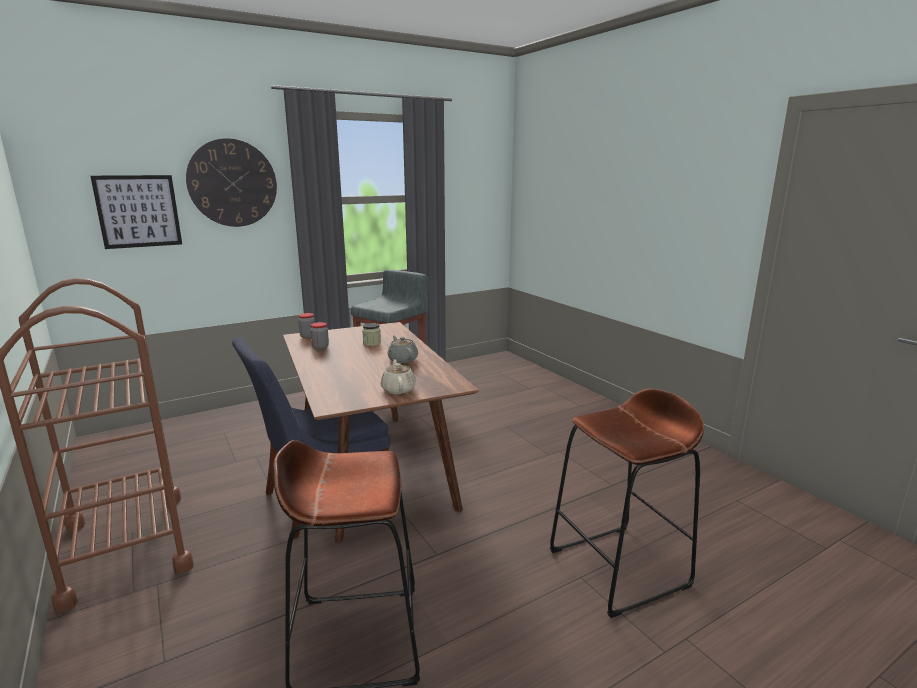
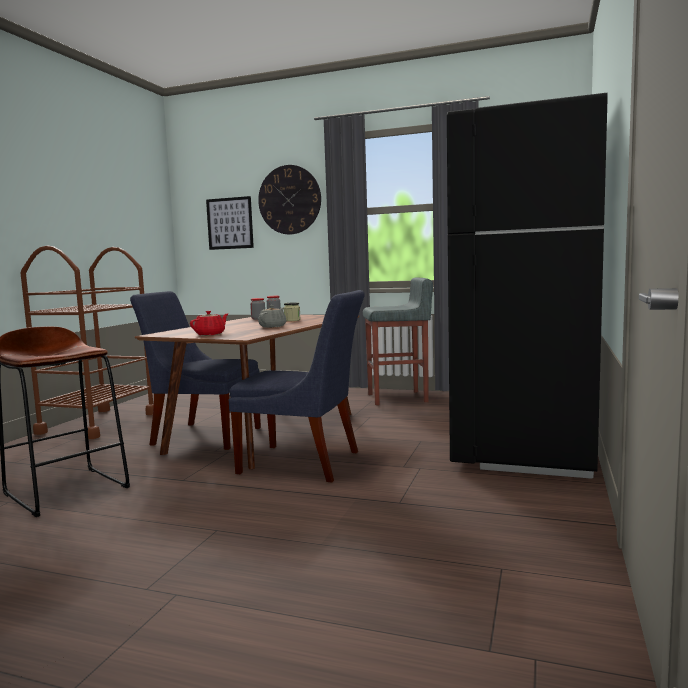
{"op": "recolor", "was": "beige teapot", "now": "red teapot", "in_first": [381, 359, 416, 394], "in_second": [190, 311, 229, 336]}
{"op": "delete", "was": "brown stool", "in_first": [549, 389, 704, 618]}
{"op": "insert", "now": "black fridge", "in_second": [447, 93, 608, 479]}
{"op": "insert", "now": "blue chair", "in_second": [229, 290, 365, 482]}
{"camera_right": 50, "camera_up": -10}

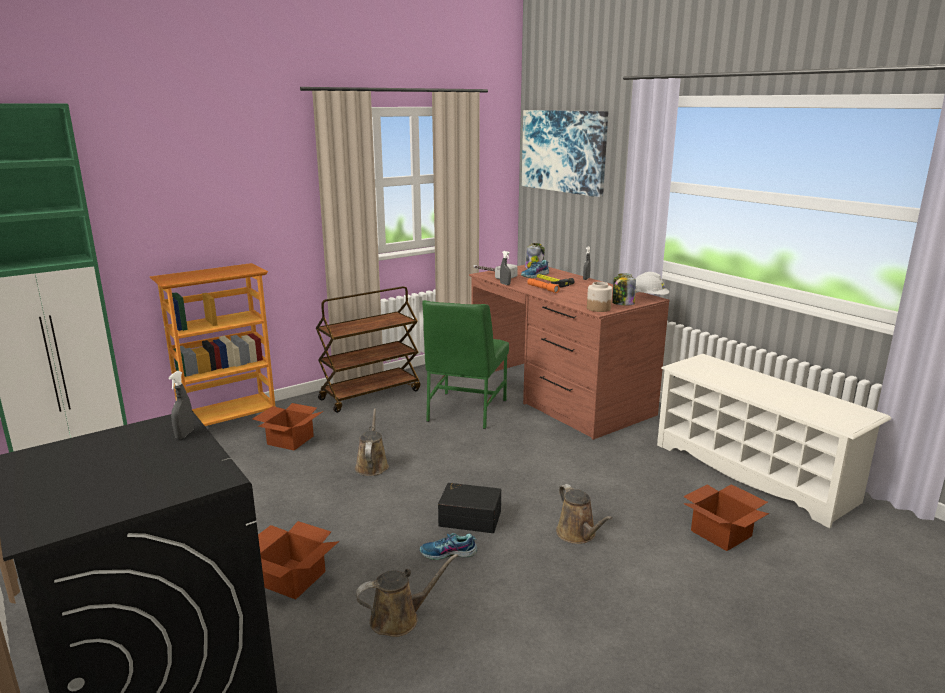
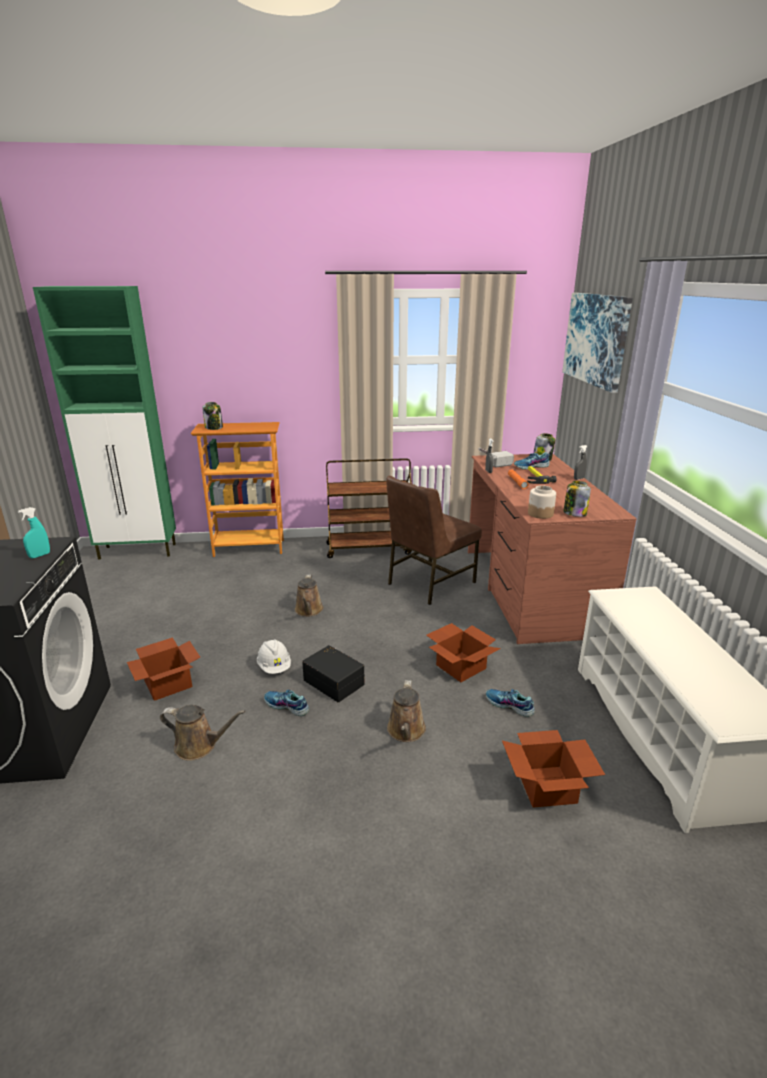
{"op": "move", "was": "white hard hat", "in_first": [635, 272, 669, 295], "in_second": [257, 639, 291, 674]}
{"op": "recolor", "was": "green chair", "now": "brown chair", "in_first": [422, 300, 509, 429], "in_second": [386, 476, 482, 605]}
{"op": "recolor", "was": "grey spray bottle", "now": "turquoise spray bottle", "in_first": [168, 371, 194, 439], "in_second": [18, 507, 50, 559]}
{"op": "move", "was": "cardboard box", "in_first": [252, 403, 324, 450], "in_second": [426, 623, 501, 682]}
{"op": "rotate", "was": "brown watering can", "in_first": [355, 408, 389, 476], "in_second": [295, 575, 324, 617], "clockwise": 150}
{"op": "insert", "now": "jar", "in_second": [202, 402, 223, 430]}
{"op": "insert", "now": "shoe", "in_second": [486, 689, 535, 717]}
{"camera_right": 30, "camera_up": 5}

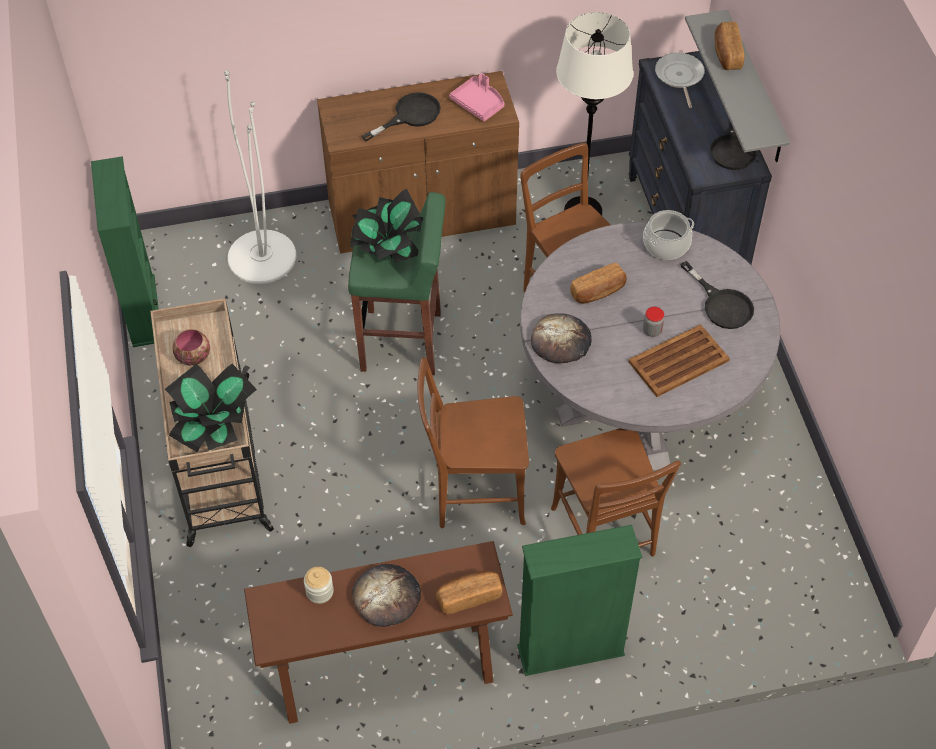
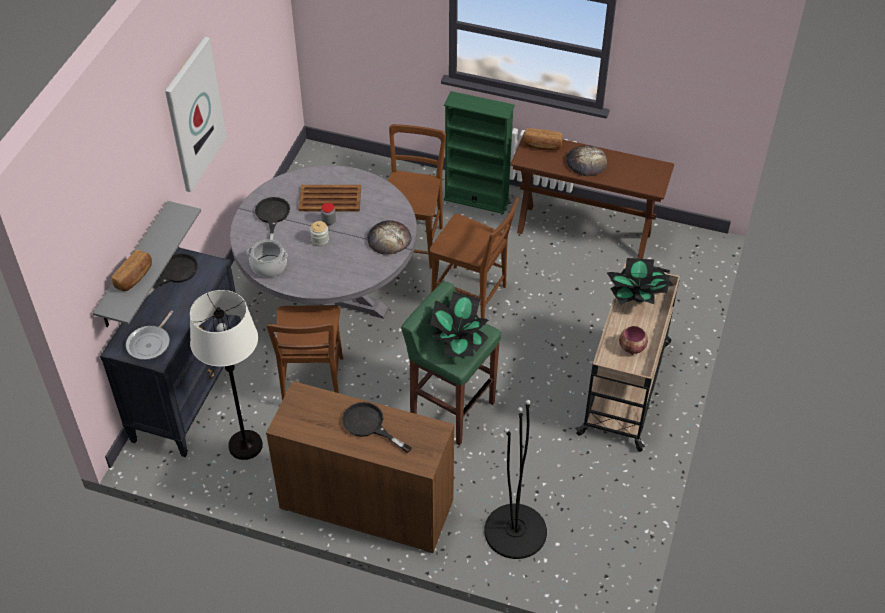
{"op": "recolor", "was": "white floor lamp", "now": "black floor lamp", "in_first": [224, 70, 297, 284], "in_second": [484, 400, 547, 559]}
{"op": "delete", "was": "pink tray", "in_first": [449, 73, 505, 121]}
{"op": "rotate", "was": "black frying pan", "in_first": [362, 92, 441, 142], "in_second": [342, 402, 412, 453], "clockwise": 45}
{"op": "delete", "was": "green bookcase", "in_first": [91, 156, 159, 347]}
{"op": "delete", "was": "bread", "in_first": [570, 263, 627, 304]}
{"op": "move", "was": "jar", "in_first": [304, 567, 334, 604], "in_second": [310, 221, 329, 246]}
{"op": "insert", "now": "picture", "in_second": [165, 37, 227, 192]}
{"camera_right": -150, "camera_up": -5}

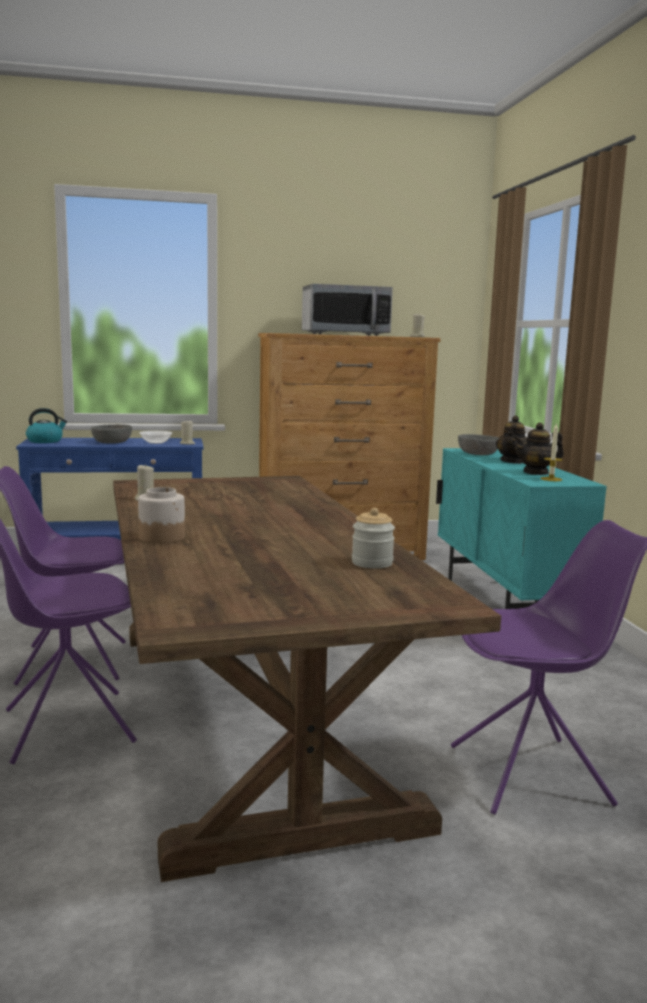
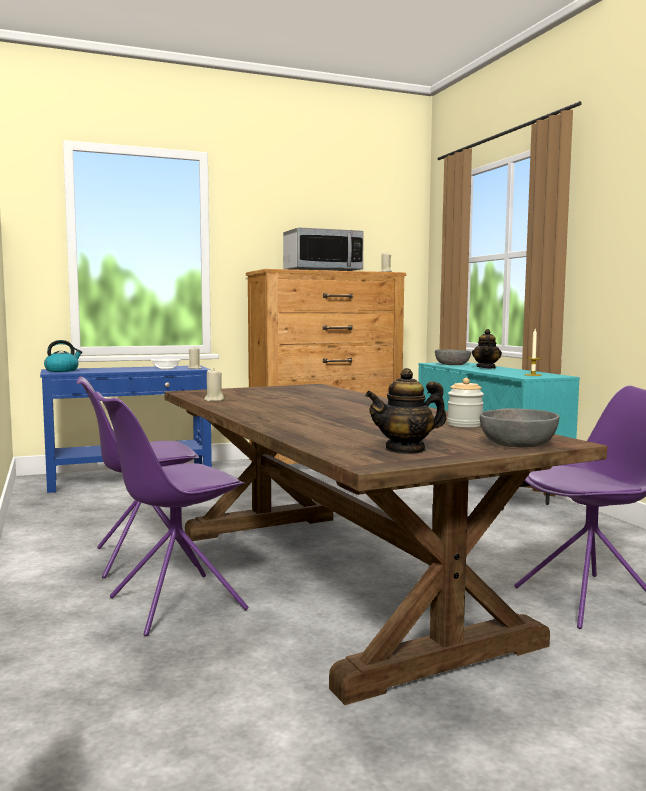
{"op": "move", "was": "teapot", "in_first": [513, 422, 564, 475], "in_second": [365, 368, 447, 454]}
{"op": "move", "was": "grey bowl", "in_first": [91, 424, 132, 444], "in_second": [480, 408, 560, 448]}
{"op": "delete", "was": "jar", "in_first": [138, 487, 185, 544]}
{"camera_right": -10, "camera_up": -5}

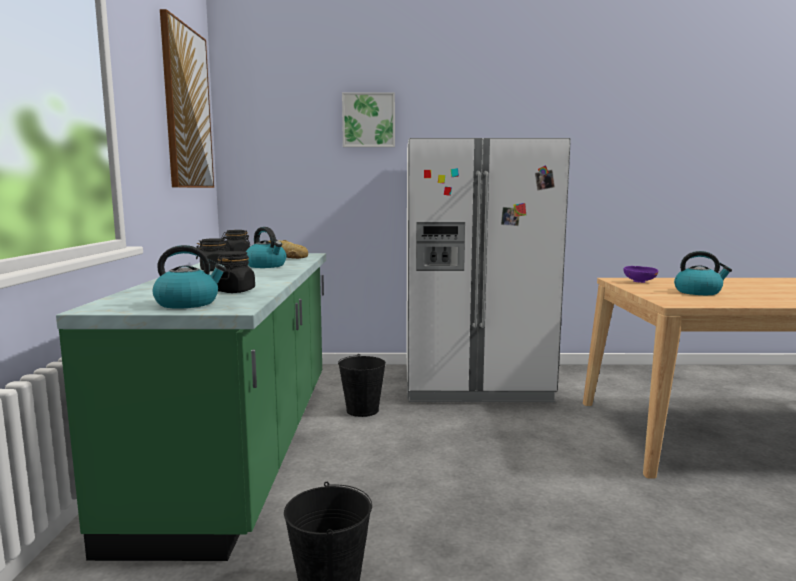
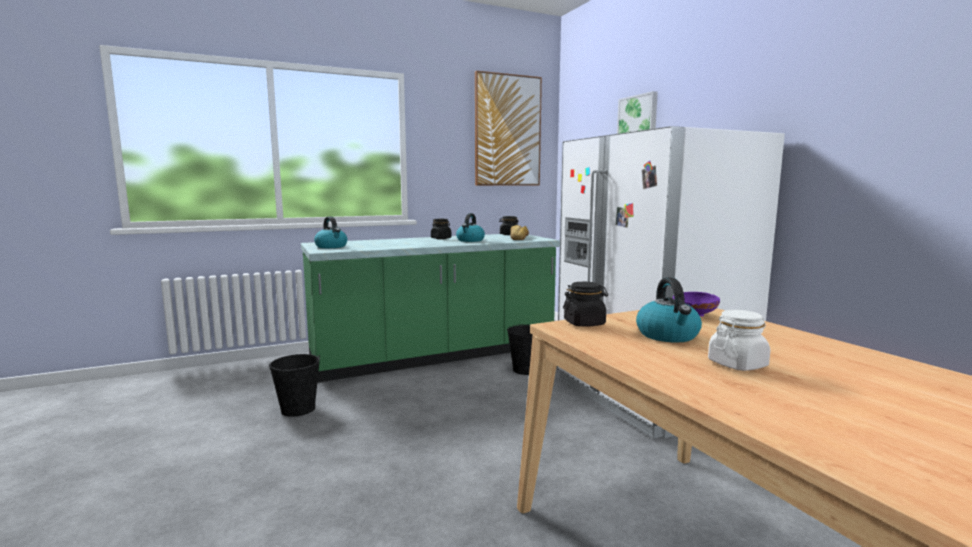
{"op": "move", "was": "black jar", "in_first": [217, 251, 255, 293], "in_second": [563, 282, 608, 327]}
{"op": "insert", "now": "white jar", "in_second": [708, 310, 771, 371]}
{"camera_right": 65, "camera_up": 0}

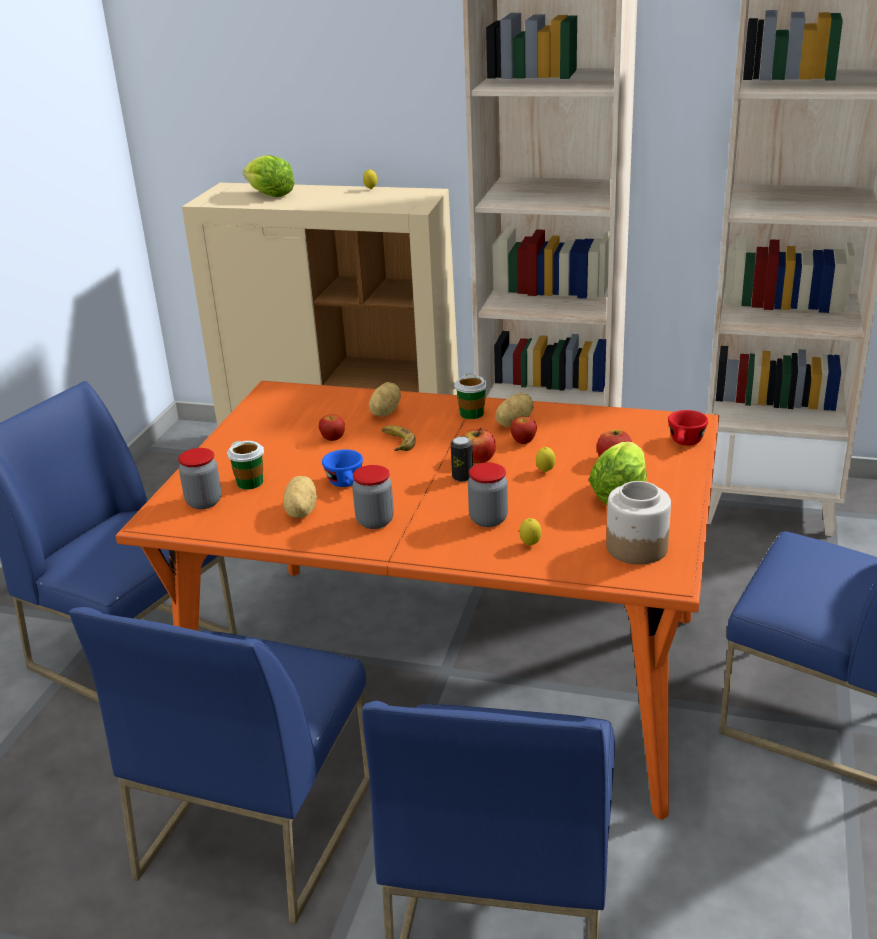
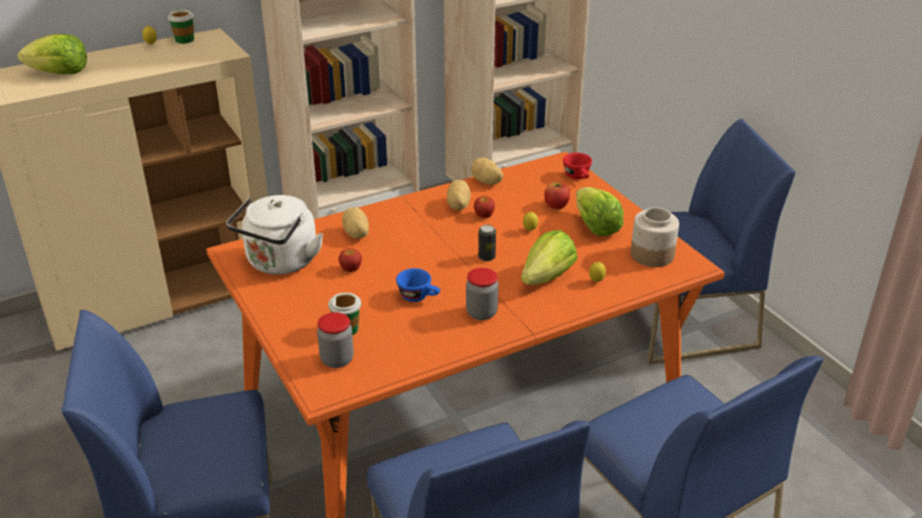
{"op": "move", "was": "cup", "in_first": [454, 374, 488, 419], "in_second": [168, 9, 194, 44]}
{"op": "delete", "was": "banana", "in_first": [381, 425, 416, 451]}
{"op": "delete", "was": "apple", "in_first": [463, 427, 496, 464]}
{"op": "replace", "was": "jar", "now": "lettuce", "in_first": [468, 463, 508, 527], "in_second": [521, 230, 577, 285]}
{"op": "move", "was": "potato", "in_first": [283, 476, 317, 518], "in_second": [471, 157, 503, 185]}
{"op": "insert", "now": "white kettle", "in_second": [226, 195, 323, 275]}
{"camera_right": -45, "camera_up": 5}

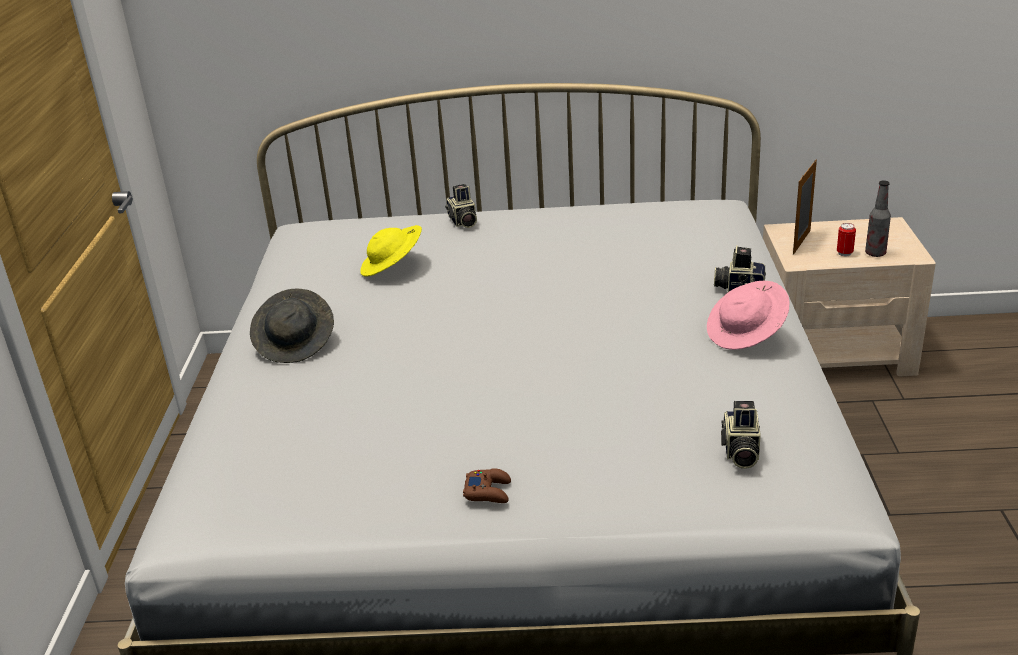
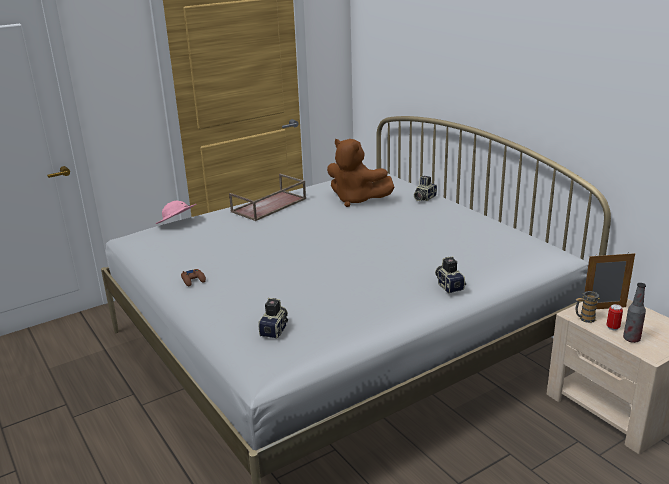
{"op": "replace", "was": "yellow hat", "now": "brown plush toy", "in_first": [360, 225, 422, 276], "in_second": [327, 139, 394, 207]}
{"op": "move", "was": "pink hat", "in_first": [707, 281, 790, 350], "in_second": [156, 201, 197, 224]}
{"op": "replace", "was": "grey hat", "now": "brown tray", "in_first": [250, 288, 334, 363], "in_second": [229, 174, 306, 221]}
{"op": "rotate", "was": "photo camera", "in_first": [721, 401, 761, 469], "in_second": [258, 298, 288, 338], "clockwise": 135}
{"op": "insert", "now": "mug", "in_second": [576, 291, 599, 323]}
{"camera_right": 55, "camera_up": -5}

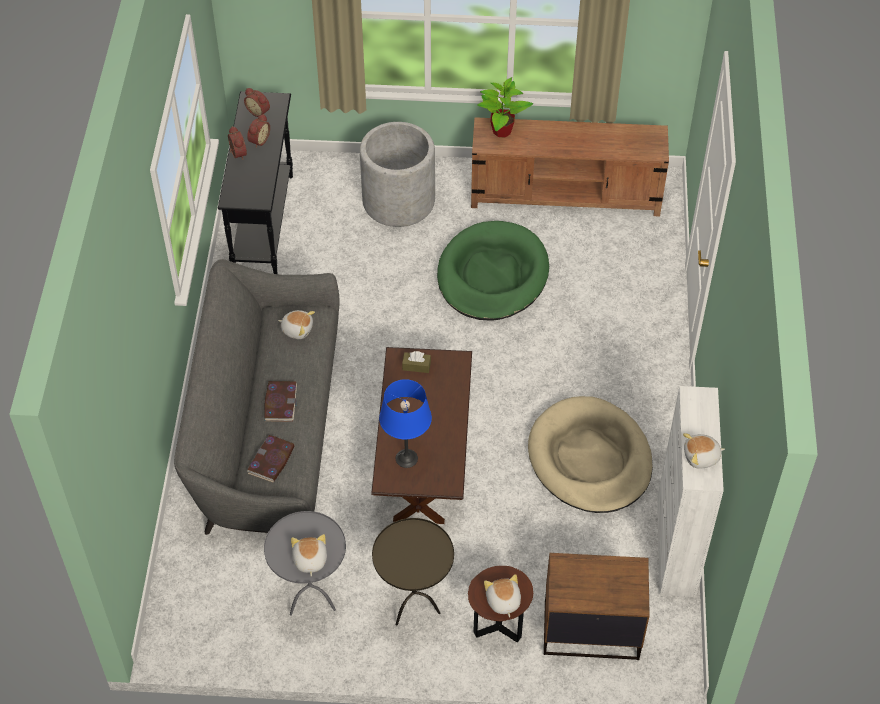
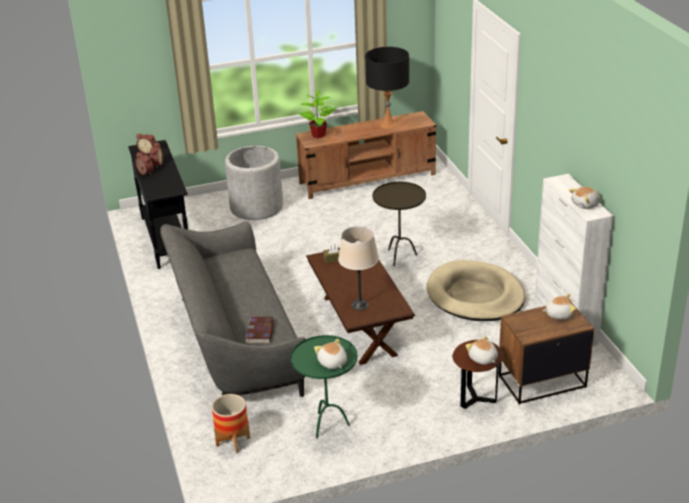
{"op": "delete", "was": "green dog bed", "in_first": [437, 221, 549, 321]}
{"op": "move", "was": "plush toy", "in_first": [278, 310, 315, 339], "in_second": [542, 294, 576, 319]}
{"op": "recolor", "was": "blue table lamp", "now": "beige table lamp", "in_first": [379, 379, 432, 468], "in_second": [338, 226, 379, 310]}
{"op": "delete", "was": "book", "in_first": [264, 381, 297, 422]}
{"op": "recolor", "was": "grey side table", "now": "green side table", "in_first": [264, 511, 346, 616], "in_second": [291, 335, 357, 439]}
{"op": "move", "was": "brown side table", "in_first": [372, 518, 454, 626], "in_second": [373, 182, 426, 266]}
{"op": "insert", "now": "black table lamp", "in_second": [365, 47, 409, 129]}
{"op": "insert", "now": "planter", "in_second": [212, 394, 250, 453]}
{"camera_right": -20, "camera_up": -20}

